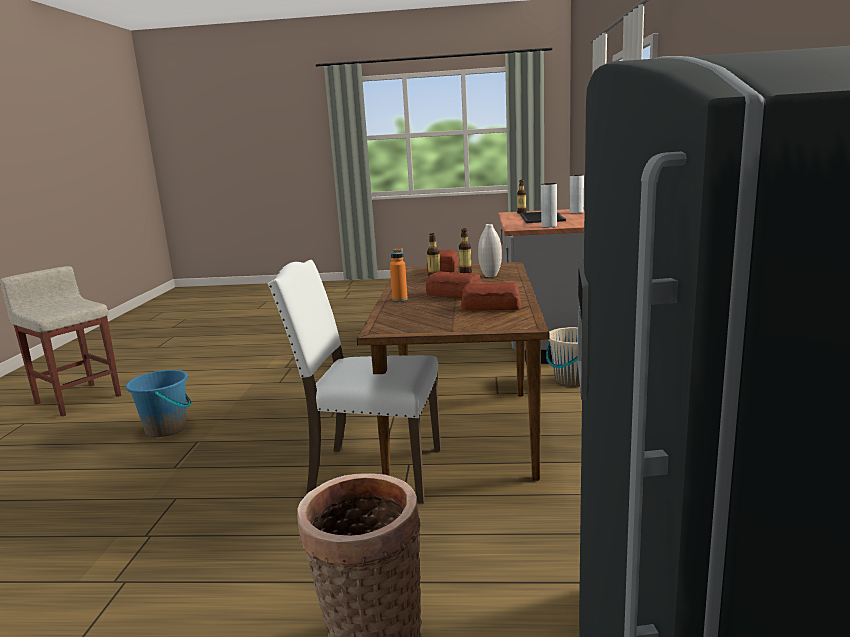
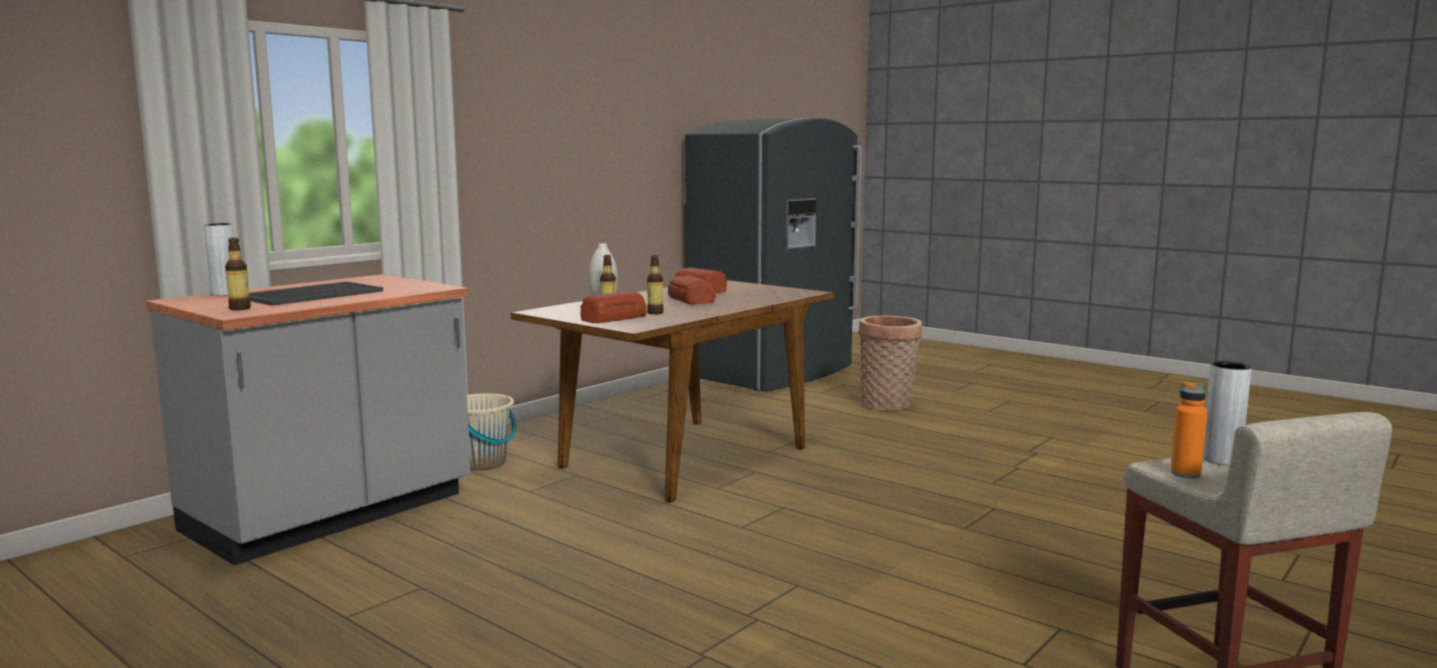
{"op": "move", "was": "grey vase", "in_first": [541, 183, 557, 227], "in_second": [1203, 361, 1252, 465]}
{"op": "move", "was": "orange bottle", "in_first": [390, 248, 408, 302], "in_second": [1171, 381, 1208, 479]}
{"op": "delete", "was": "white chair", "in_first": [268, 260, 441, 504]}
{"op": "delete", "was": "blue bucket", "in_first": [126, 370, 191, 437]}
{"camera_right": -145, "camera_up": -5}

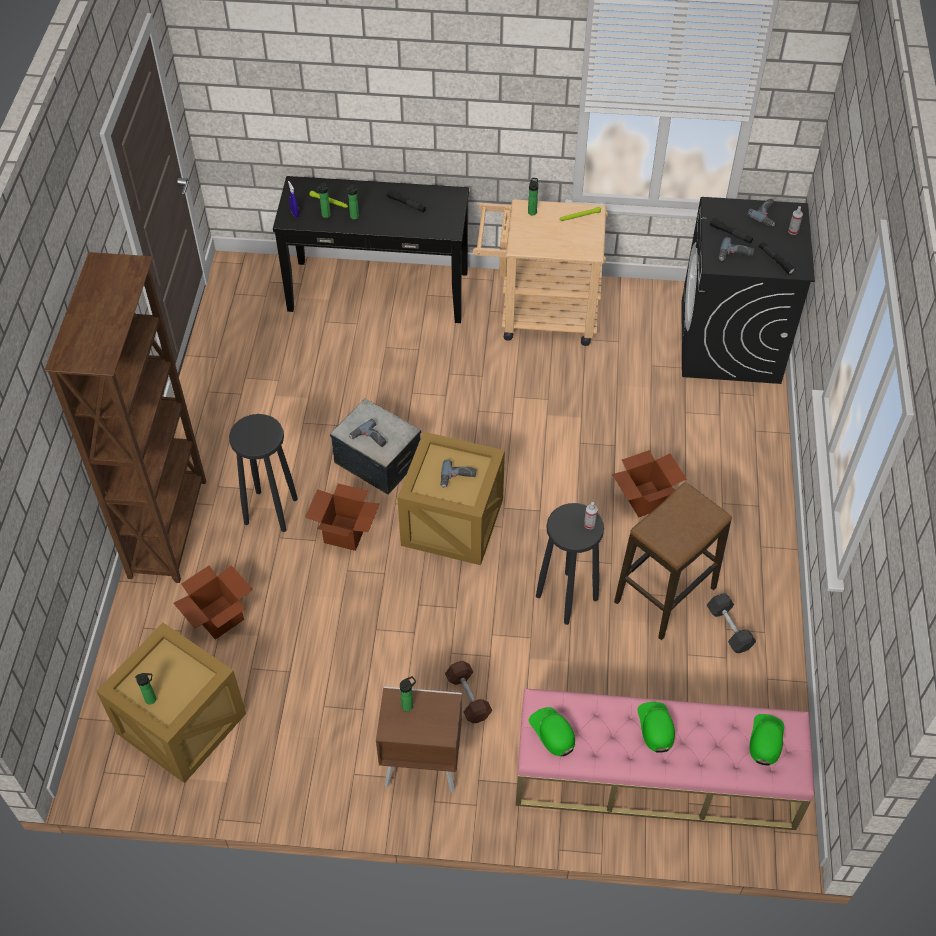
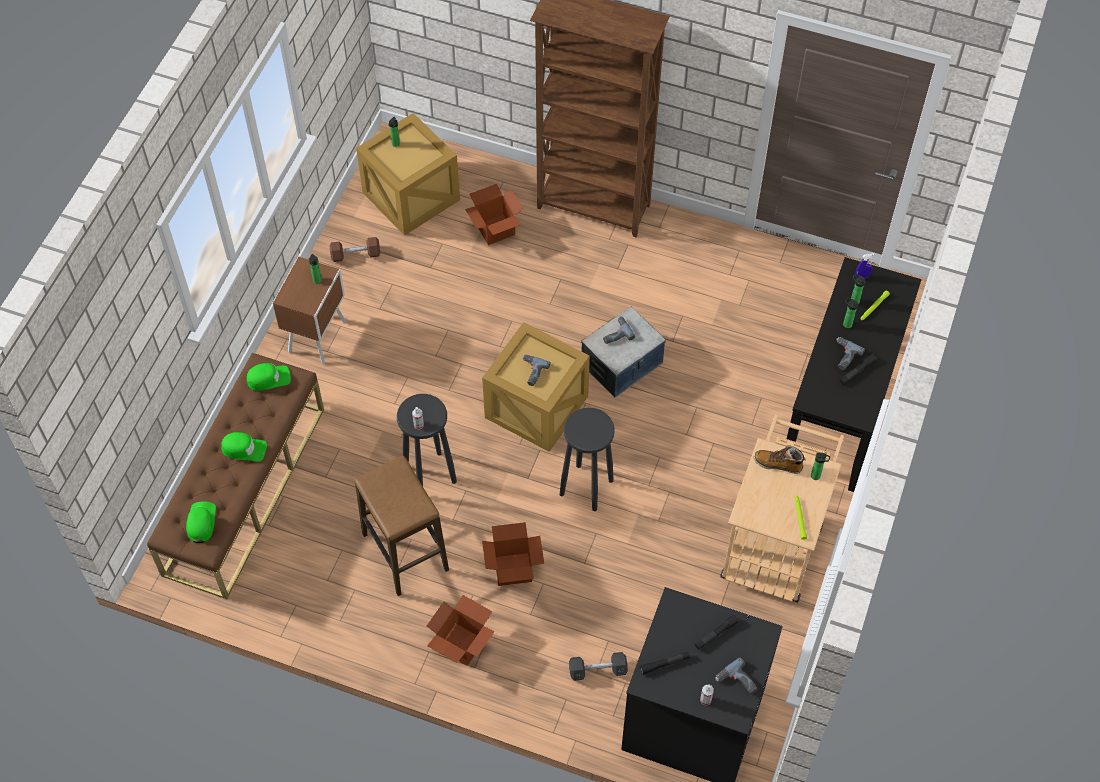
{"op": "move", "was": "power drill", "in_first": [719, 237, 754, 261], "in_second": [837, 337, 865, 370]}
{"op": "move", "was": "black stool", "in_first": [229, 414, 298, 532], "in_second": [560, 408, 615, 511]}
{"op": "move", "was": "cardboard box", "in_first": [305, 483, 380, 551], "in_second": [427, 595, 495, 666]}
{"op": "move", "was": "grey dumbbell", "in_first": [707, 593, 756, 653], "in_second": [569, 652, 628, 681]}
{"op": "move", "was": "brown dumbbell", "in_first": [445, 661, 493, 723], "in_second": [330, 237, 380, 262]}
{"op": "recolor", "was": "pink bench", "now": "brown bench", "in_first": [516, 688, 814, 830], "in_second": [147, 353, 324, 599]}
{"op": "rotate", "was": "green cap", "in_first": [749, 714, 784, 766], "in_second": [186, 501, 216, 543], "clockwise": -120}
{"op": "insert", "now": "boot", "in_second": [754, 445, 806, 474]}
{"camera_right": 105, "camera_up": 5}

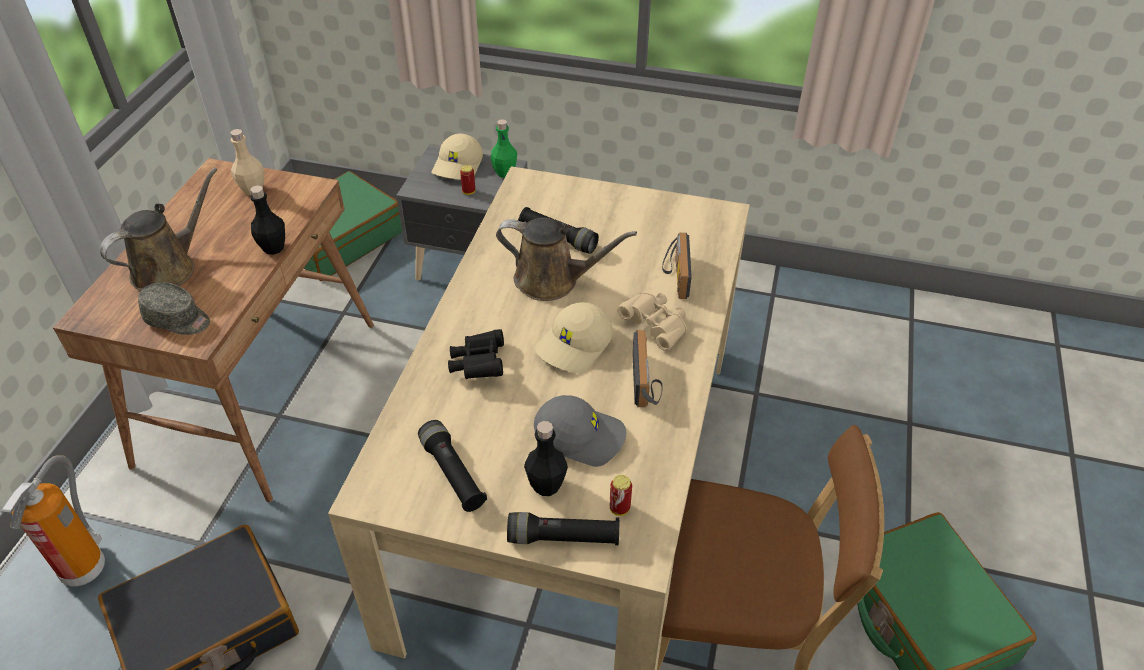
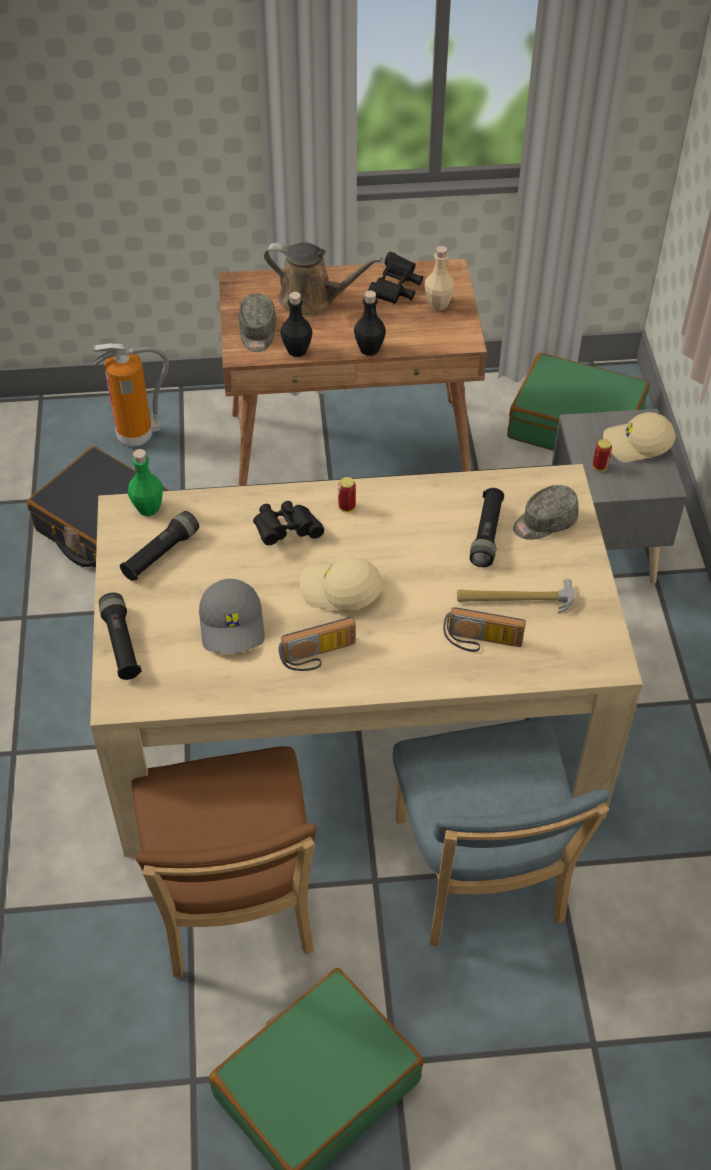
{"op": "move", "was": "green bottle", "in_first": [491, 119, 517, 178], "in_second": [128, 449, 163, 516]}
{"op": "delete", "was": "brown watering can", "in_first": [496, 217, 637, 301]}
{"op": "rotate", "was": "radio", "in_first": [662, 233, 692, 299], "in_second": [443, 607, 526, 652], "clockwise": -150}
{"op": "delete", "was": "beige binoculars", "in_first": [617, 292, 687, 351]}
{"op": "move", "was": "black bottle", "in_first": [524, 421, 568, 496], "in_second": [280, 292, 313, 357]}
{"op": "move", "was": "can", "in_first": [610, 475, 632, 516], "in_second": [338, 477, 356, 512]}
{"op": "insert", "now": "black binoculars", "in_second": [368, 252, 423, 304]}
{"op": "insert", "now": "grey cap", "in_second": [513, 485, 579, 540]}
{"op": "insert", "now": "hammer", "in_second": [457, 579, 575, 614]}
{"op": "insert", "now": "blue chair", "in_second": [393, 718, 610, 946]}
{"camera_right": 70, "camera_up": 5}

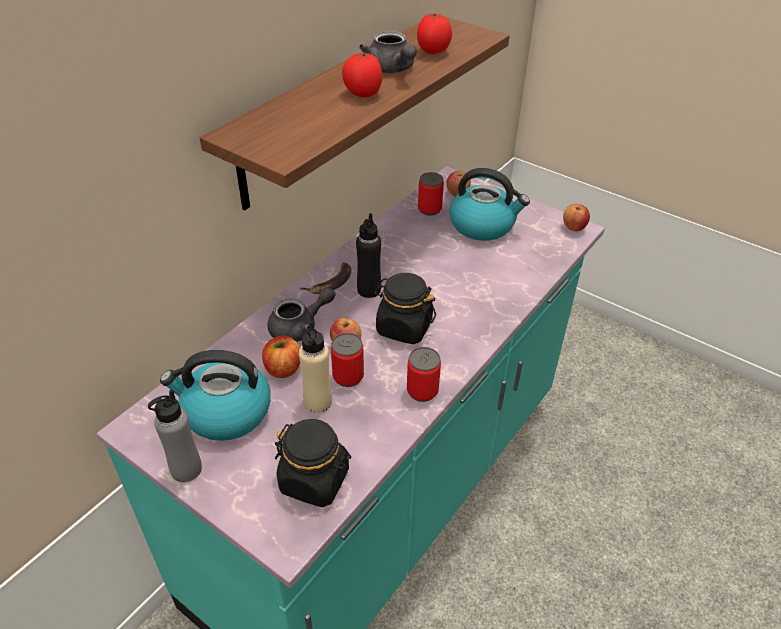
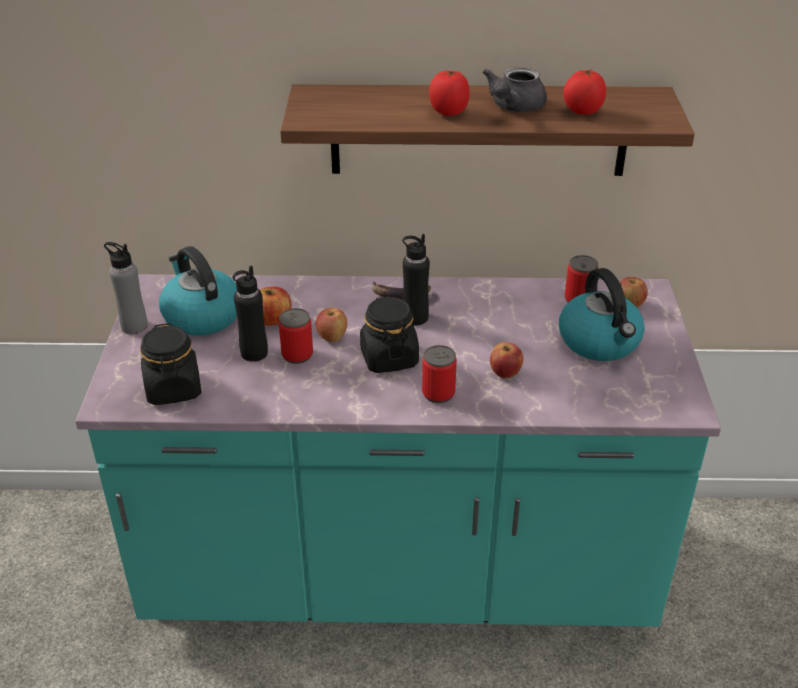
{"op": "move", "was": "apple", "in_first": [563, 204, 590, 231], "in_second": [490, 342, 523, 378]}
{"op": "delete", "was": "grey teapot", "in_first": [267, 287, 336, 342]}
{"op": "recolor", "was": "beige bottle", "now": "black bottle", "in_first": [299, 321, 332, 413], "in_second": [233, 266, 268, 362]}
{"op": "move", "was": "can", "in_first": [407, 347, 441, 402], "in_second": [422, 345, 457, 403]}
{"camera_right": 55, "camera_up": -5}

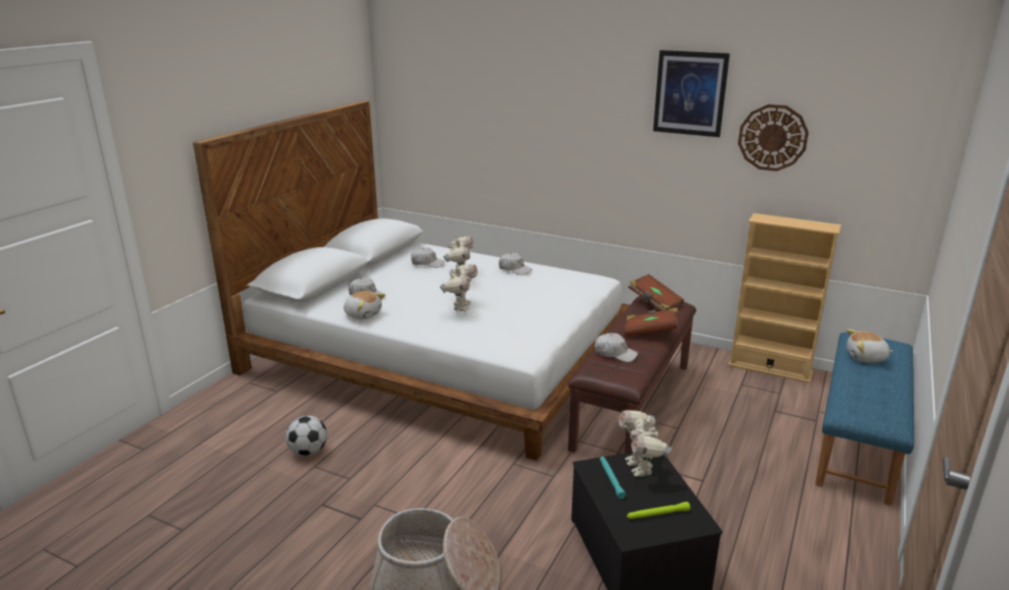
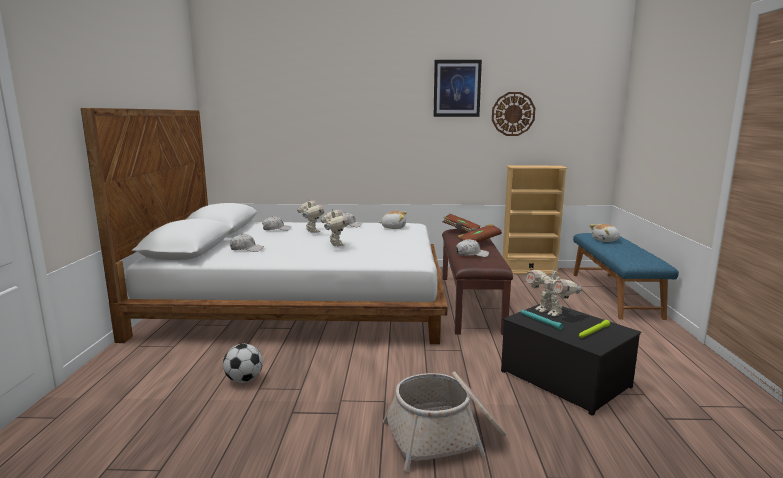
{"op": "move", "was": "plush toy", "in_first": [344, 291, 385, 319], "in_second": [379, 211, 407, 229]}
{"camera_right": -25, "camera_up": -10}

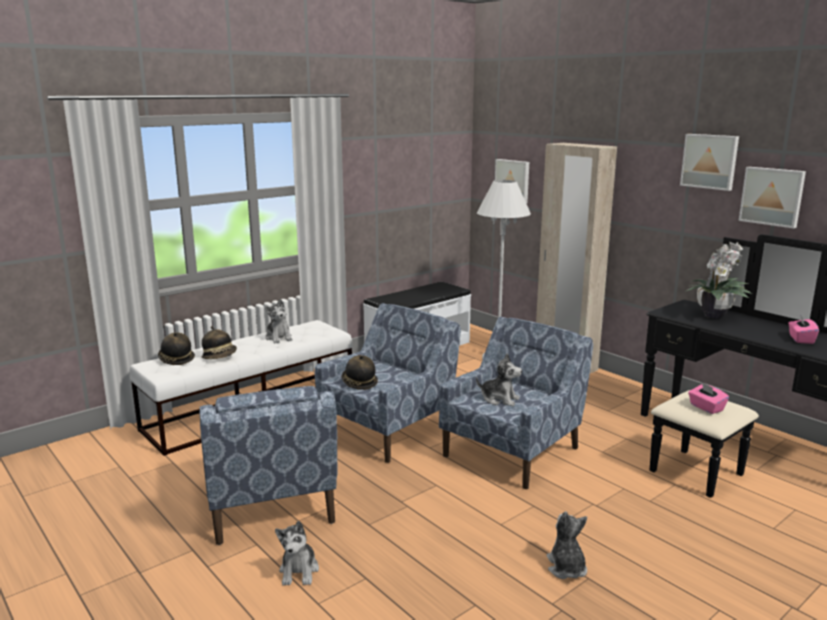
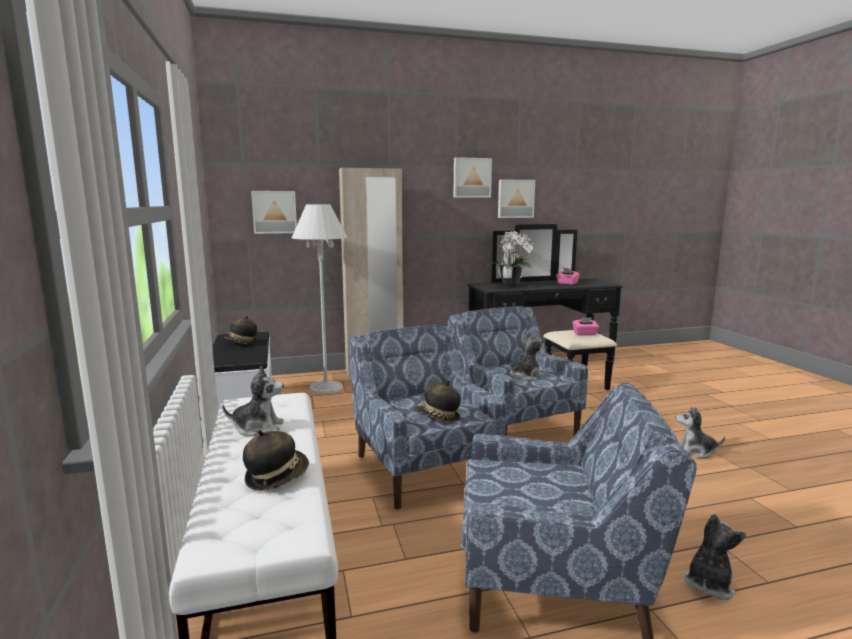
{"op": "move", "was": "hat", "in_first": [158, 332, 195, 365], "in_second": [224, 315, 258, 344]}
{"op": "rotate", "was": "plush toy", "in_first": [275, 521, 319, 586], "in_second": [684, 514, 746, 600], "clockwise": -75}
{"camera_right": -65, "camera_up": -5}

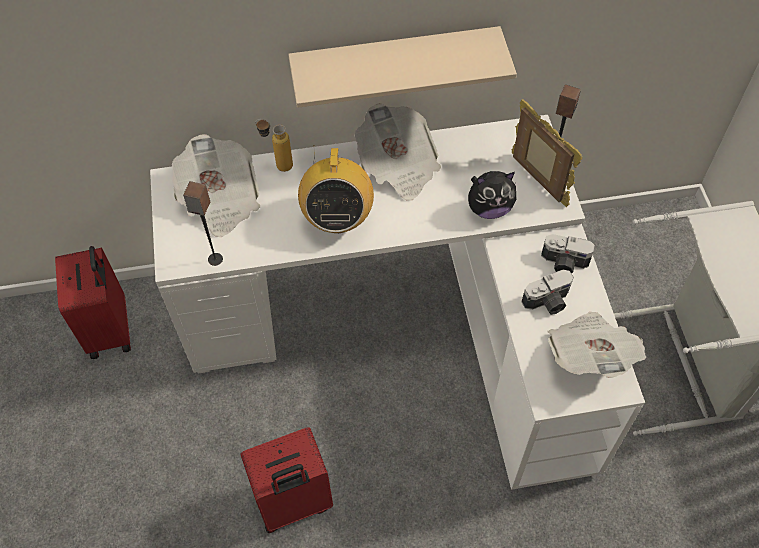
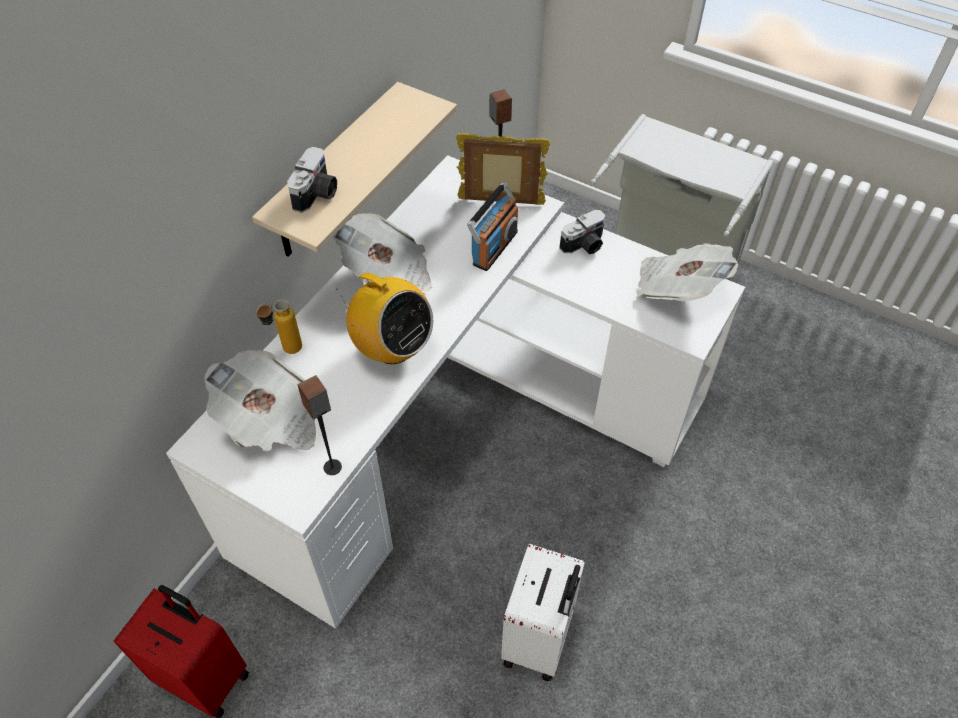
{"op": "replace", "was": "plush toy", "now": "radio", "in_first": [468, 171, 516, 219], "in_second": [467, 182, 518, 271]}
{"op": "move", "was": "photo camera", "in_first": [521, 270, 574, 315], "in_second": [287, 146, 337, 213]}
{"op": "recolor", "was": "red suitcase", "now": "white suitcase", "in_first": [240, 427, 333, 533], "in_second": [501, 544, 585, 682]}
{"camera_right": -50, "camera_up": -5}

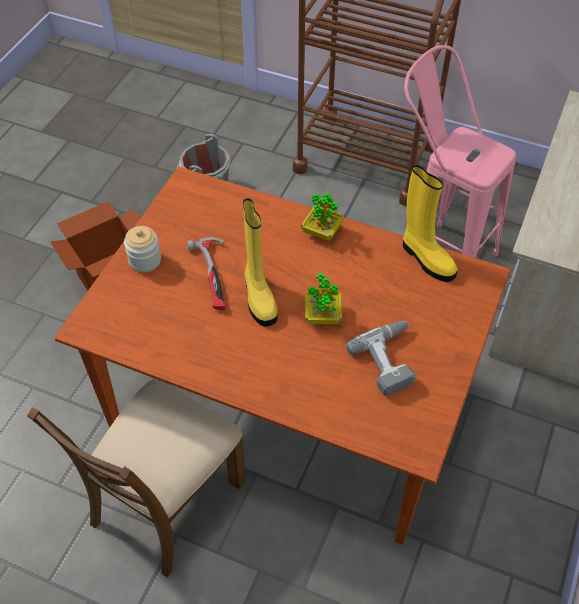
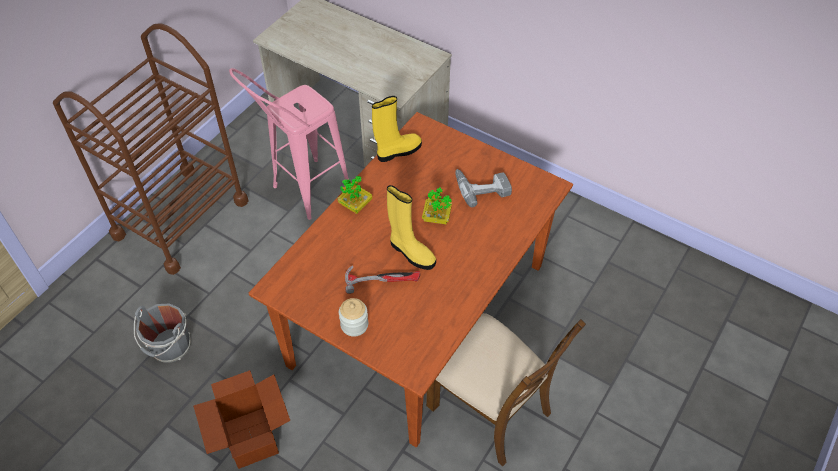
{"op": "rotate", "was": "yellow boot", "in_first": [243, 198, 277, 327], "in_second": [387, 185, 436, 270], "clockwise": 45}
{"camera_right": -80, "camera_up": 0}

